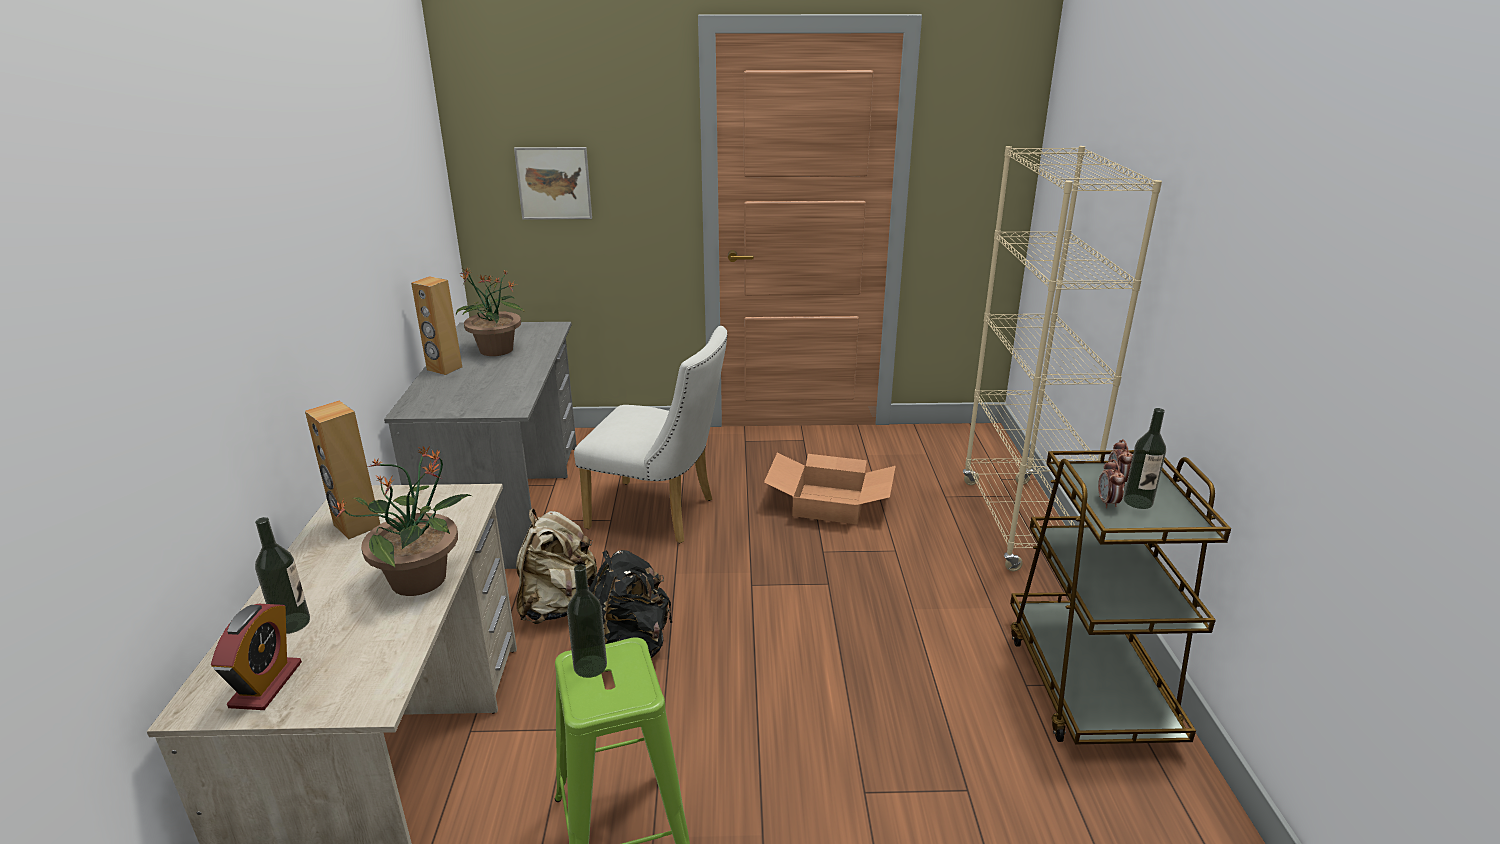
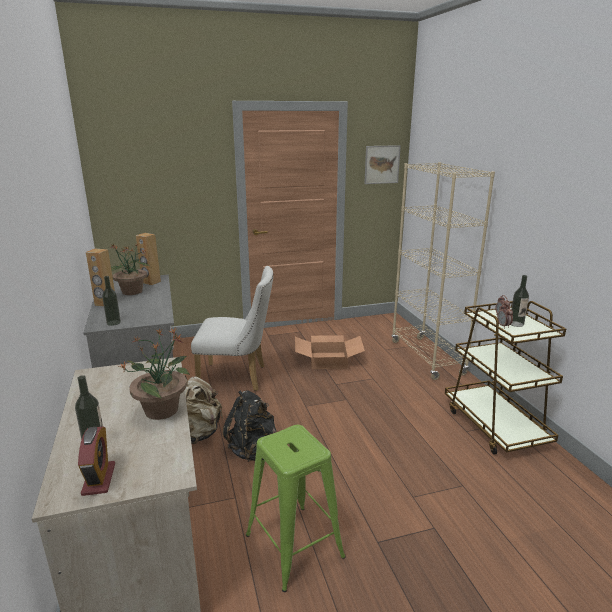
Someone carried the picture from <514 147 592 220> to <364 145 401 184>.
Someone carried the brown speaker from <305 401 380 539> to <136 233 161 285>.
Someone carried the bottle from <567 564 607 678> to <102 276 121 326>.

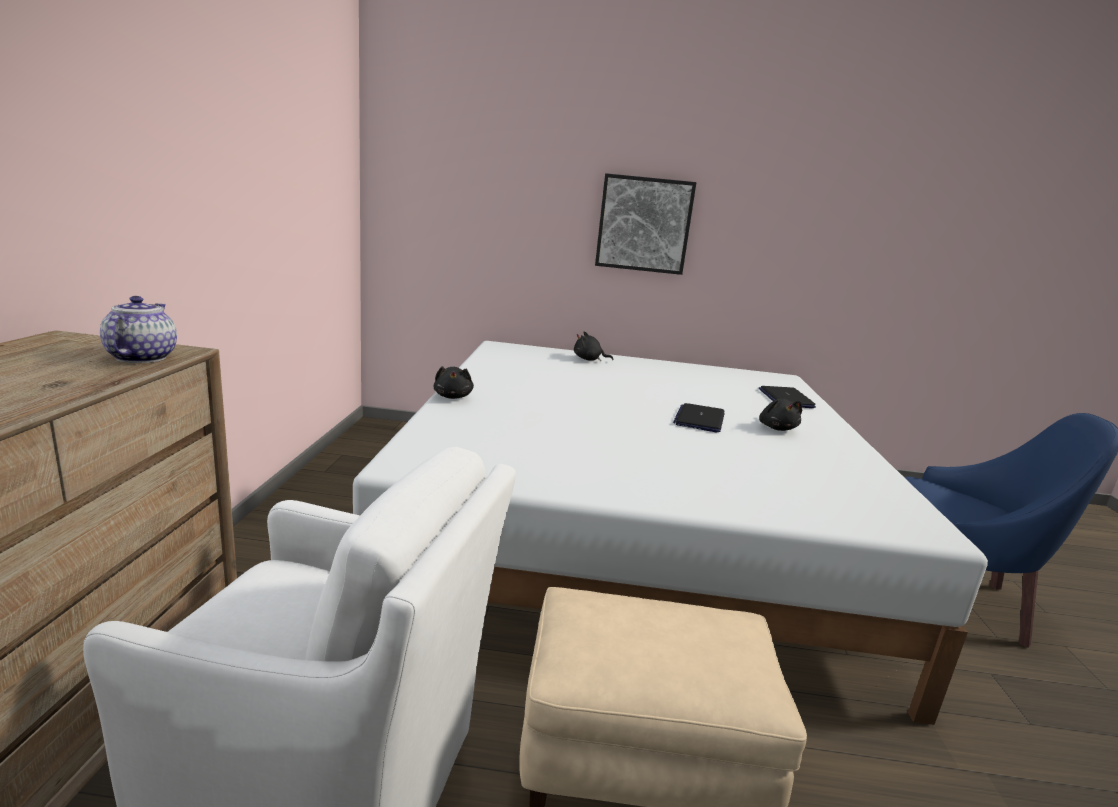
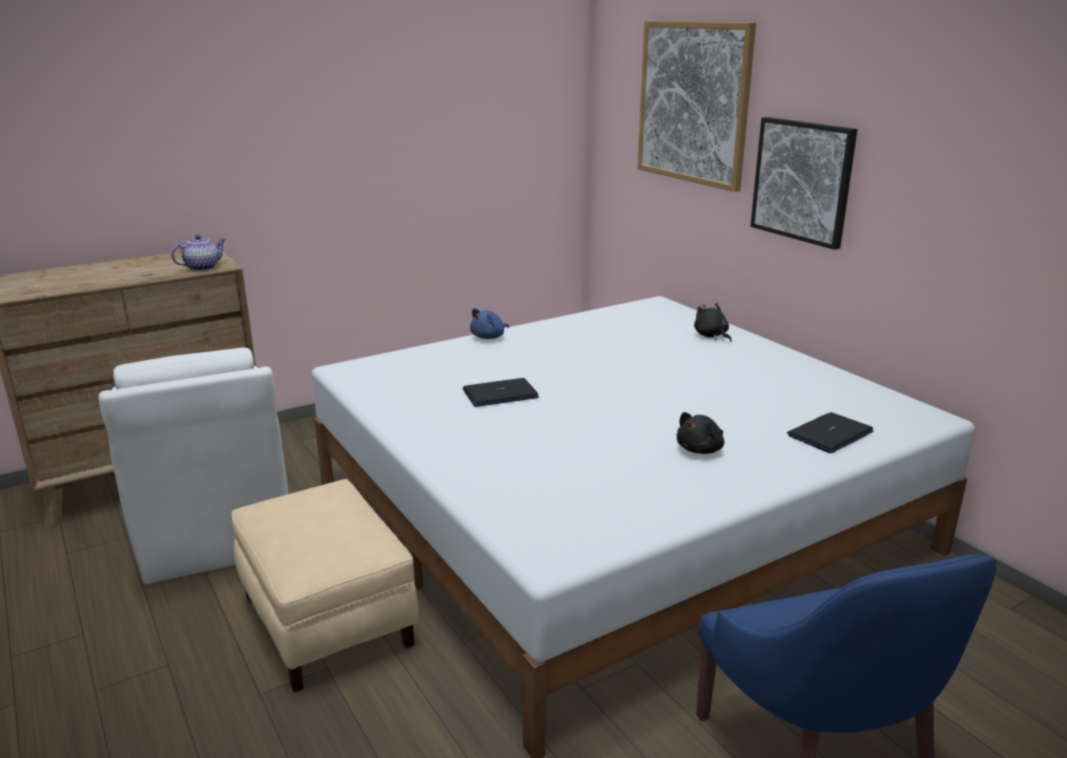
Someone repainted the black plush toy at <433 366 474 399>, which became the blue plush toy at <470 308 509 339>.
Someone carried the laptop from <673 403 725 432> to <463 378 539 407>.
Someone put up the picture at <638 21 756 192>.

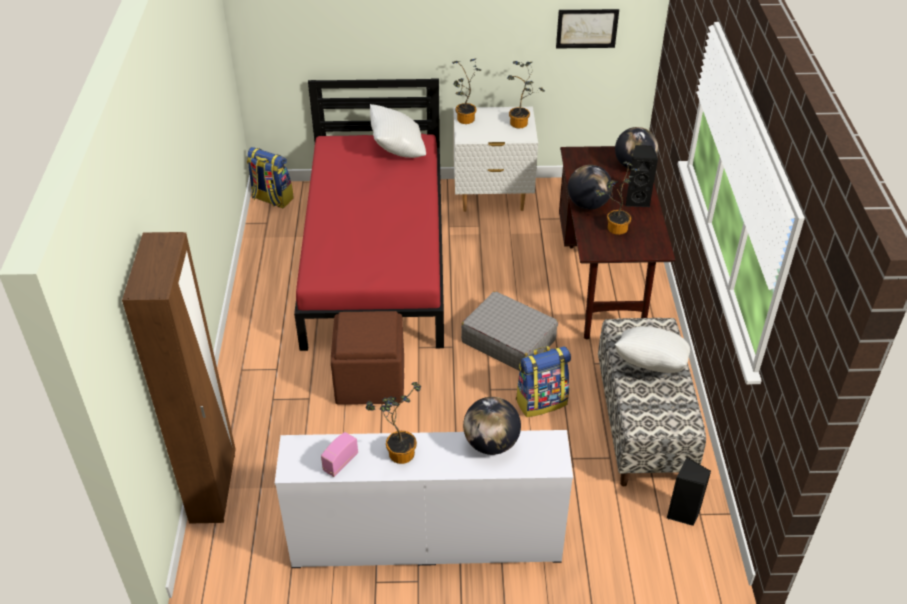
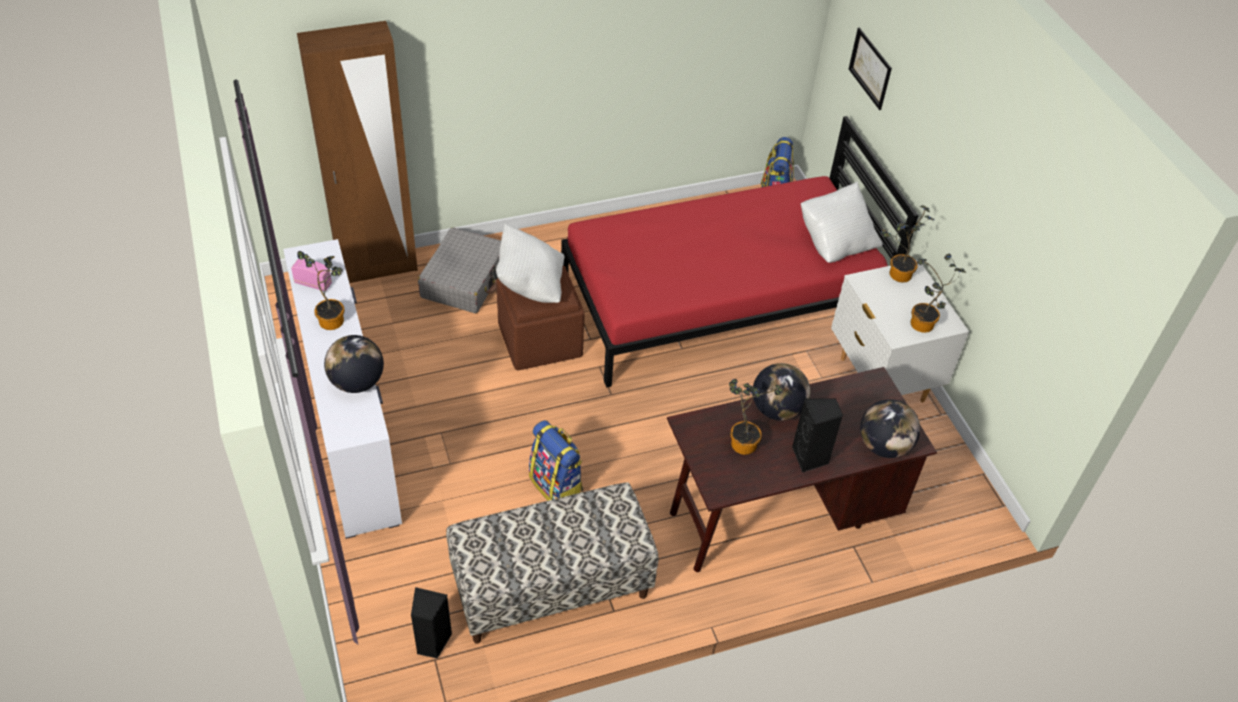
Someone carried the picture from <556 9 619 49> to <849 27 892 110>.
Someone carried the grey suitcase from <461 291 558 371> to <418 227 501 313>.
Someone carried the white pillow from <615 326 690 373> to <496 224 565 303>.

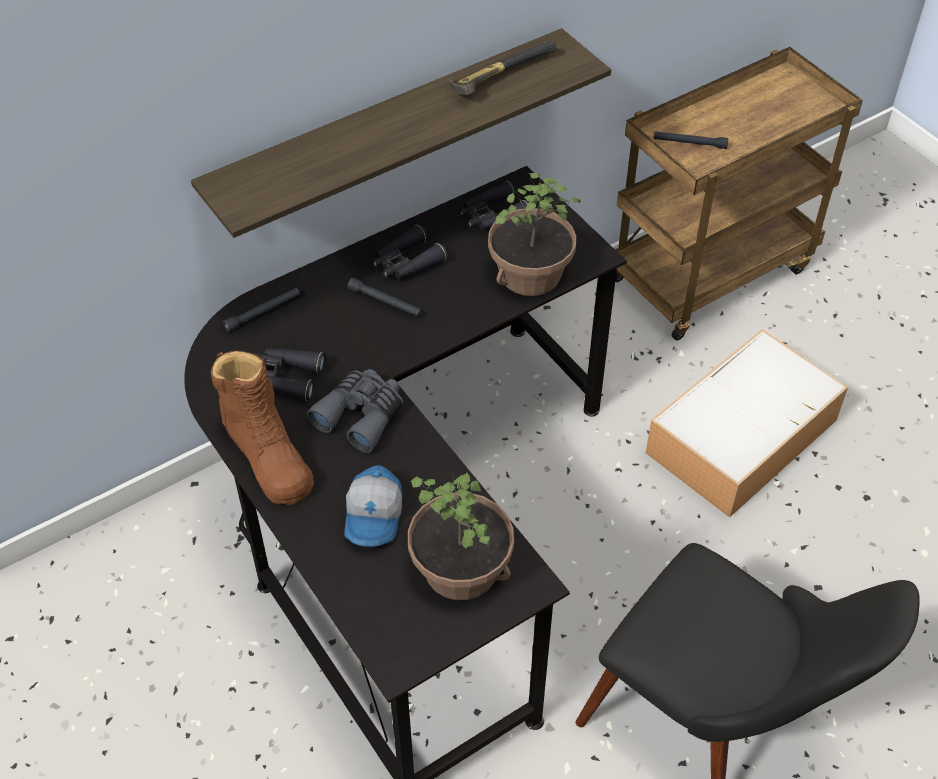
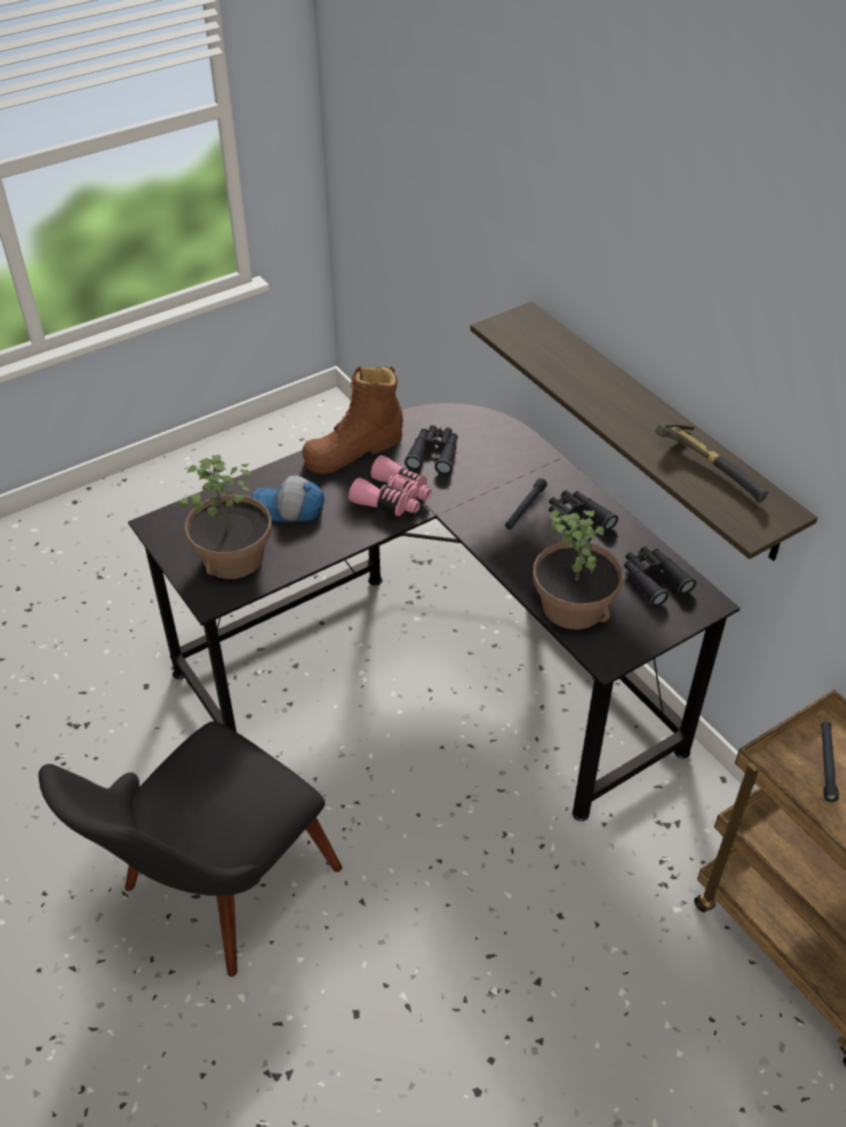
Someone took away the black flashlight at <223 288 300 332>.
Someone took away the storage box at <646 329 848 518>.
Someone repainted the grey binoculars at <307 369 404 453>, which became the pink binoculars at <349 455 432 516>.

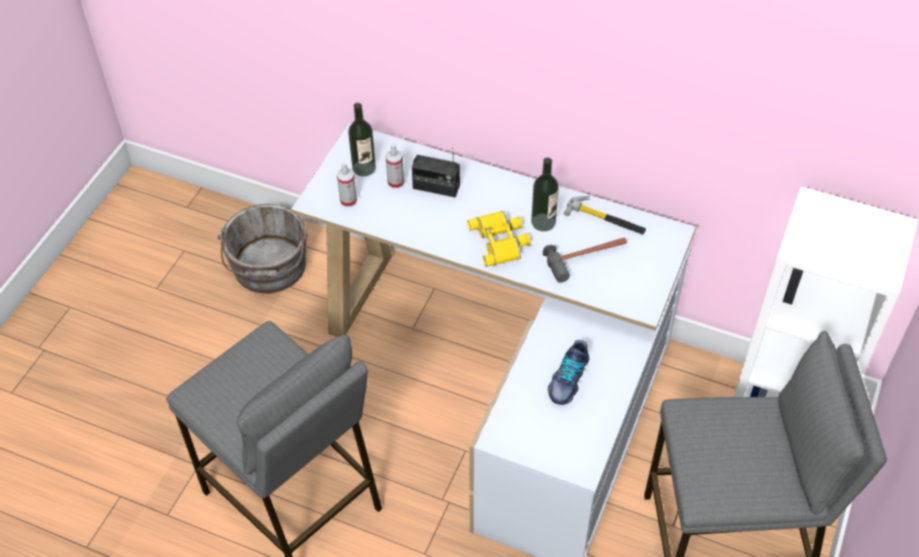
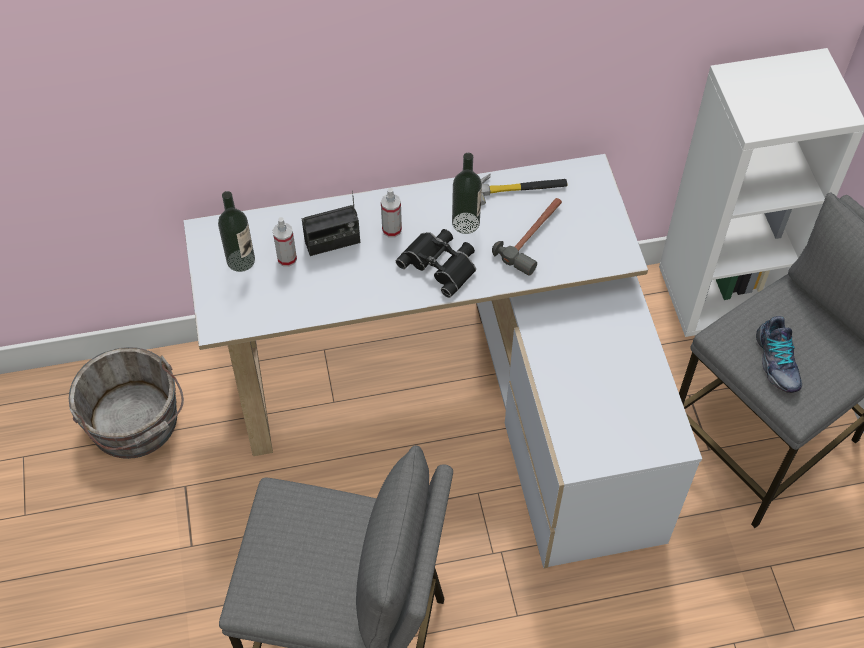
Someone carried the spray bottle from <337 162 357 207> to <381 188 402 237>.
Someone repainted the yellow binoculars at <467 211 531 267>, which became the black binoculars at <396 229 476 298>.
Someone carried the shoe from <548 340 589 405> to <756 316 802 393>.

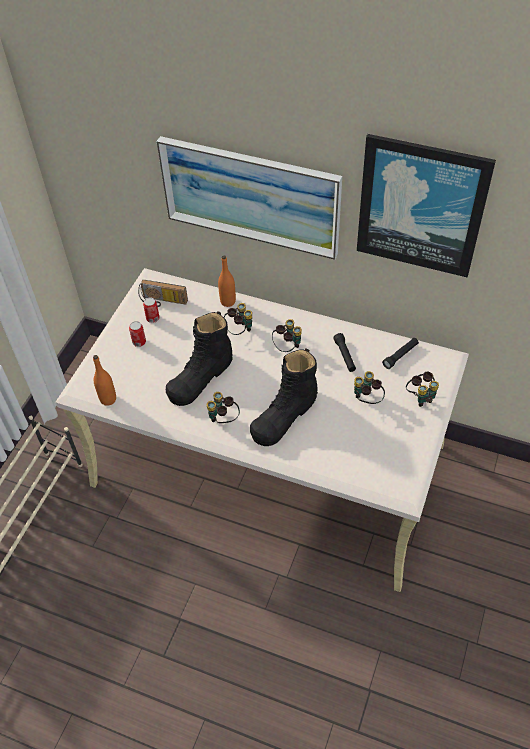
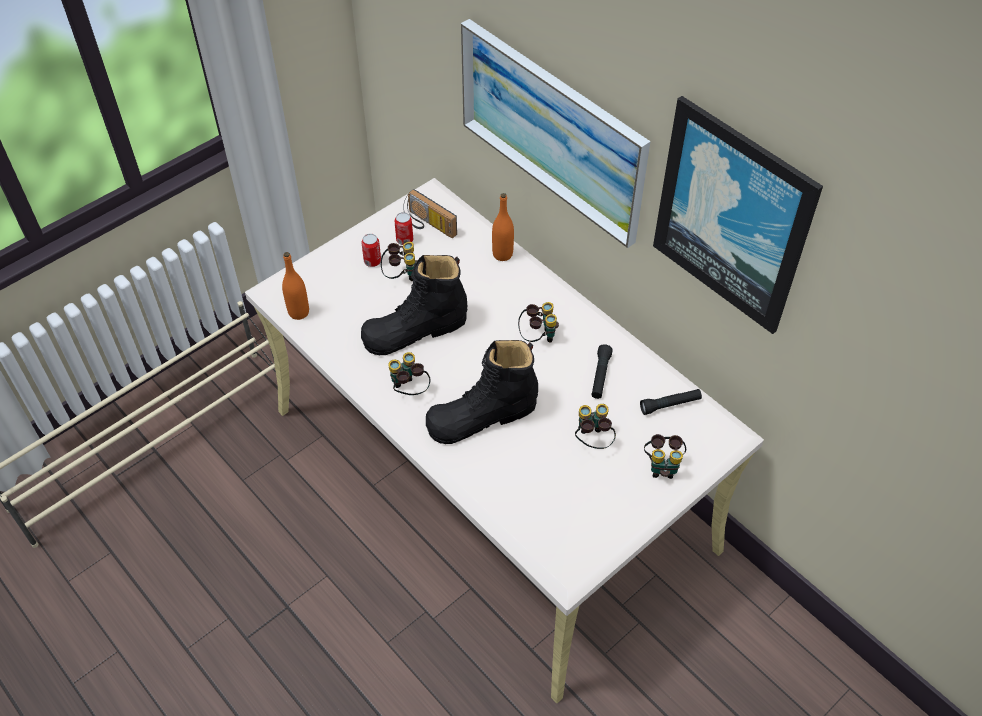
Someone carried the binoculars from <224 303 252 335> to <381 242 418 281>.

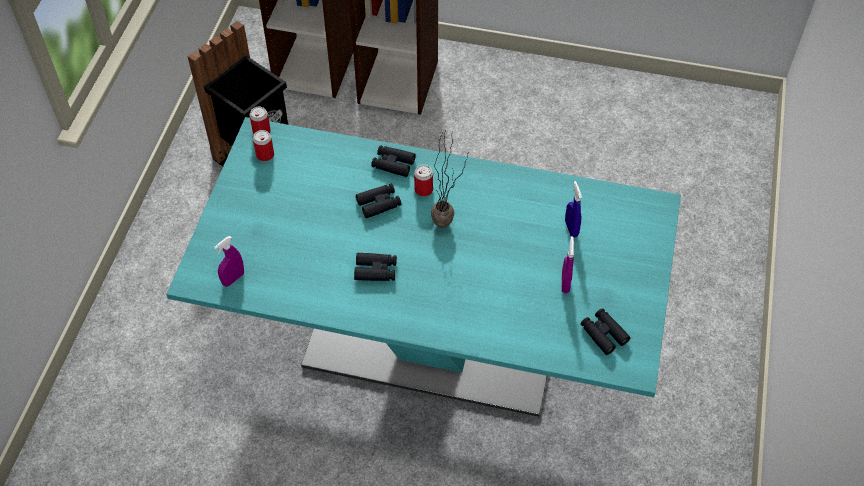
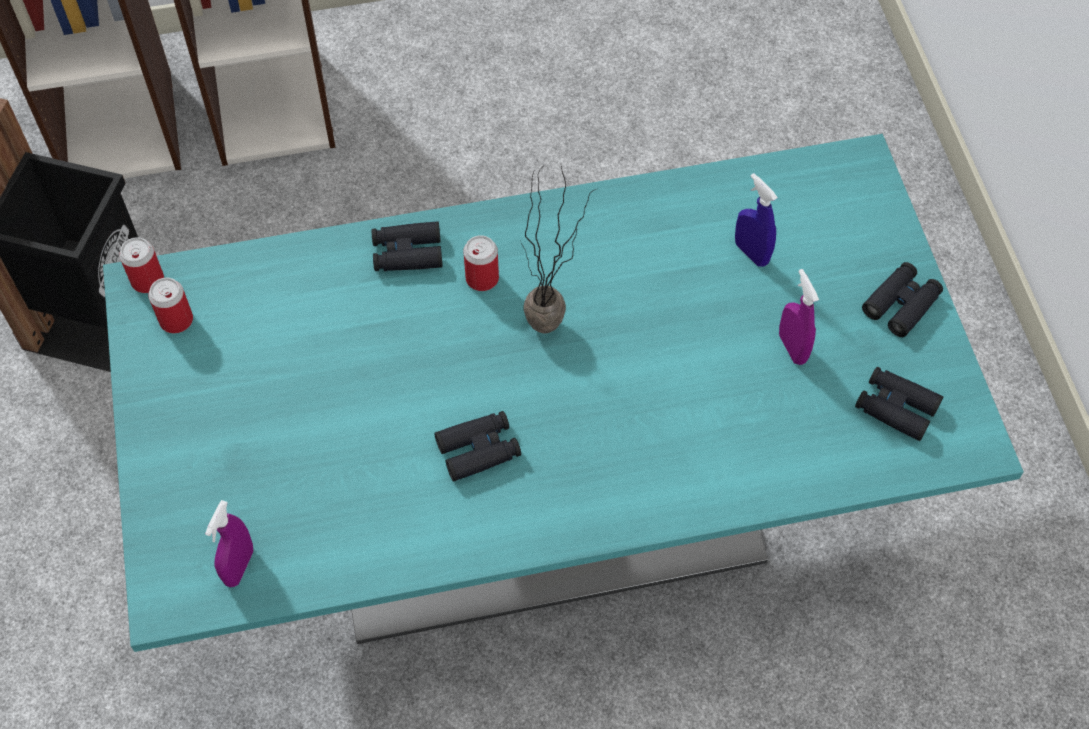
Someone carried the black binoculars from <356 184 401 218> to <862 262 943 337>.

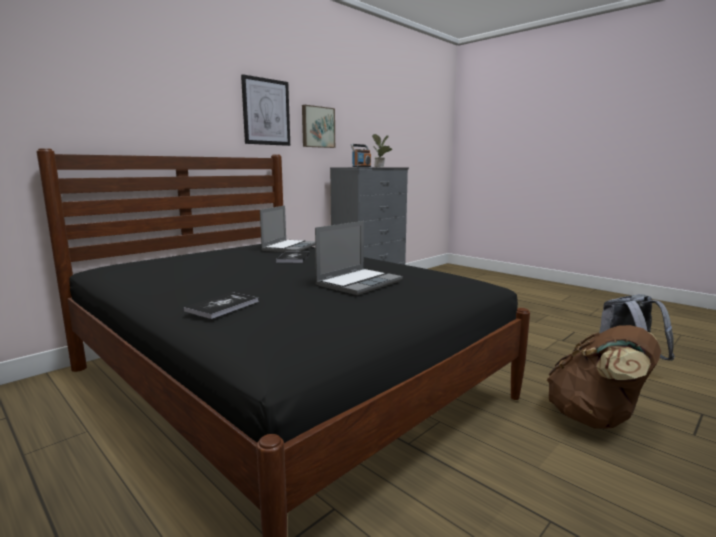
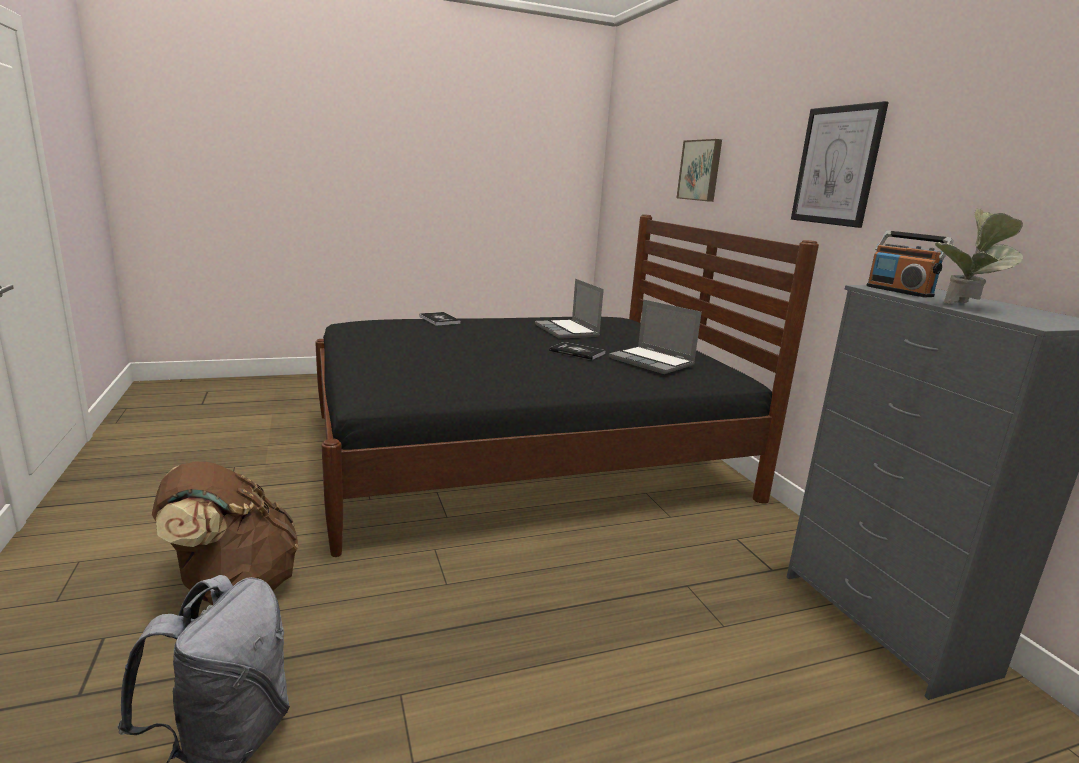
Someone carried the picture from <302 105 335 148> to <677 139 722 202>.
Someone carried the laptop from <315 221 402 295> to <535 279 604 339>.

